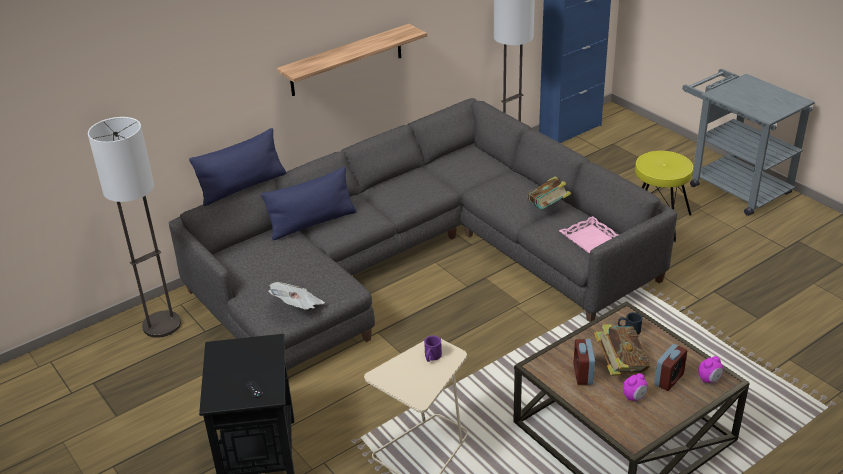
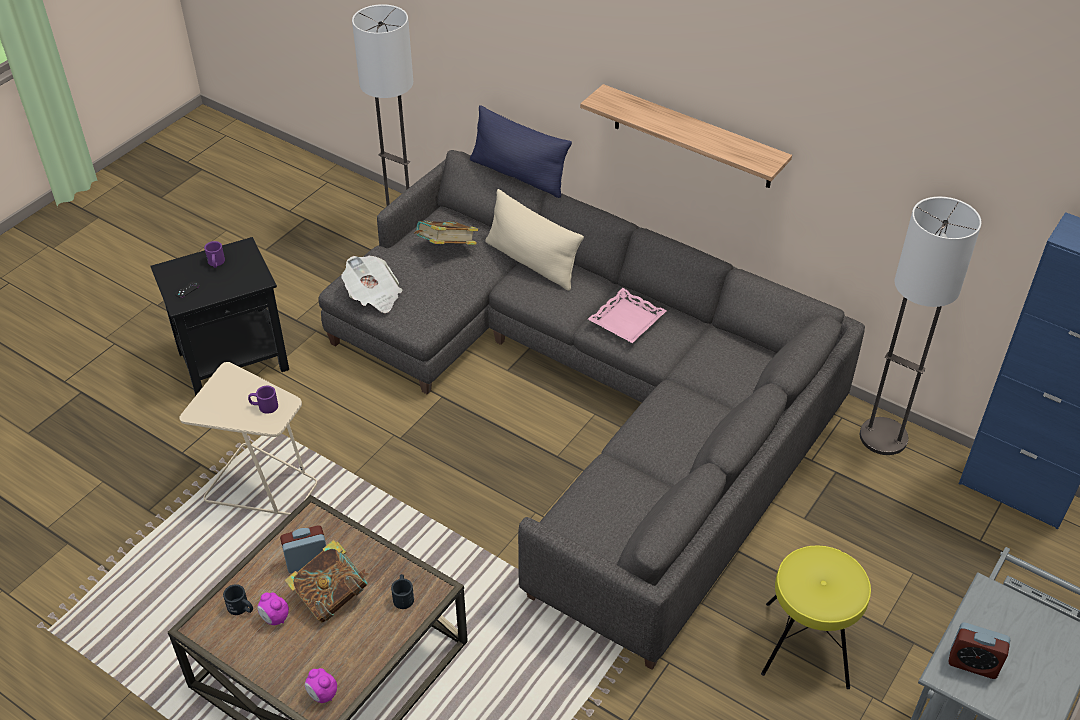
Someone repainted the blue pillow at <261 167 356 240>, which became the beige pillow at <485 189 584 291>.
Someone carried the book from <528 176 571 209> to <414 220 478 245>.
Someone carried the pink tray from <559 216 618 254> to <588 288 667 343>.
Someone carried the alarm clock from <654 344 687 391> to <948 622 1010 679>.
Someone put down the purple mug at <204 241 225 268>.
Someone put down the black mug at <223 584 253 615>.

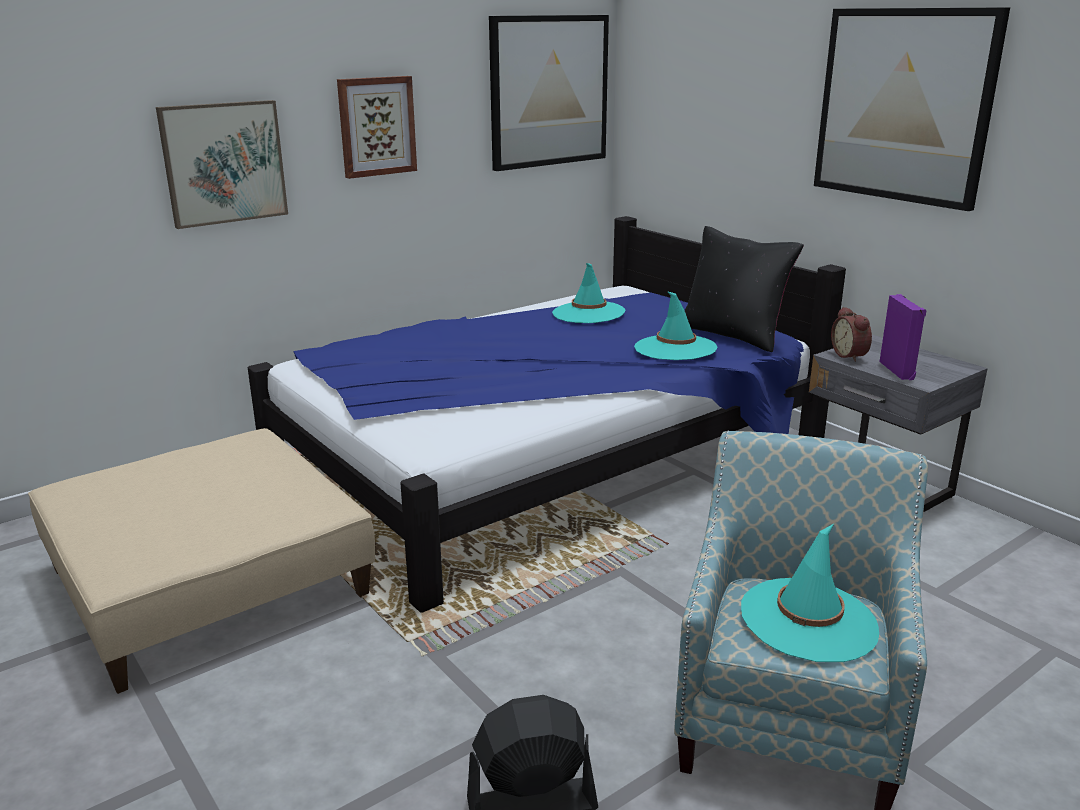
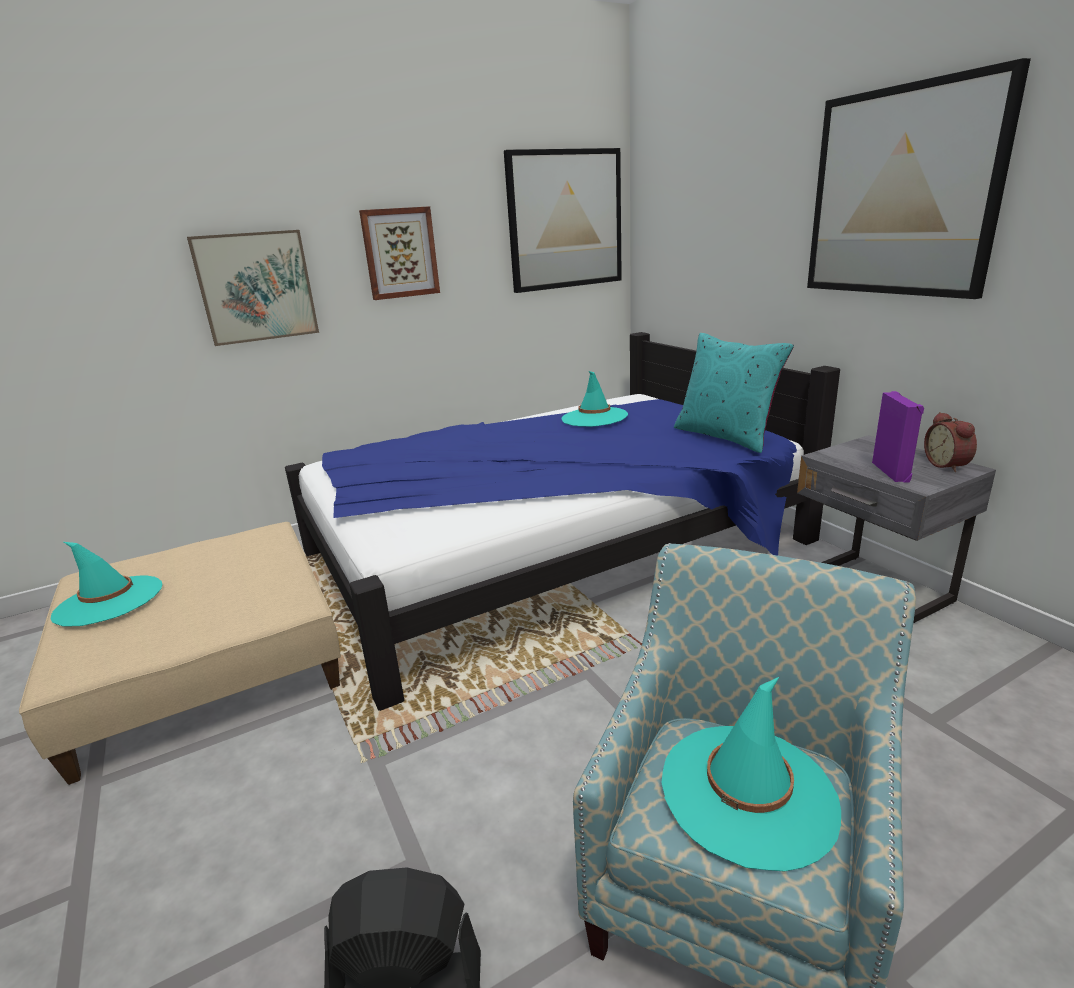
Someone repainted the black pillow at <684 226 804 352>, which became the turquoise pillow at <674 333 794 453>.
Someone carried the turquoise hat from <634 291 718 360> to <51 542 162 627>.
Someone carried the alarm clock from <831 307 872 362> to <924 412 977 472>.

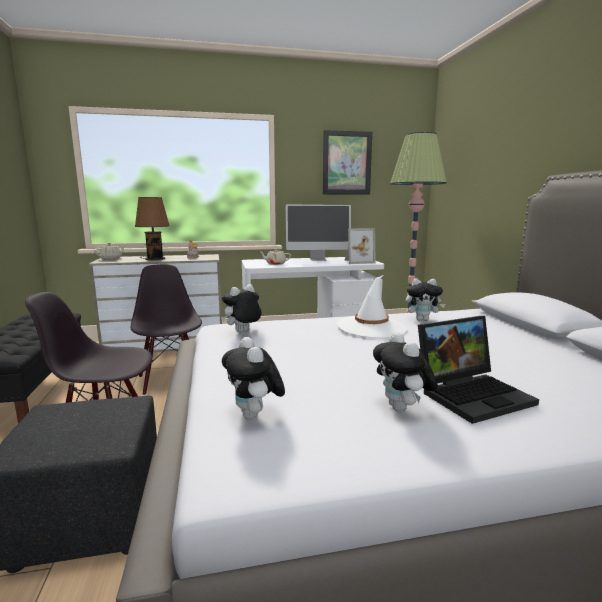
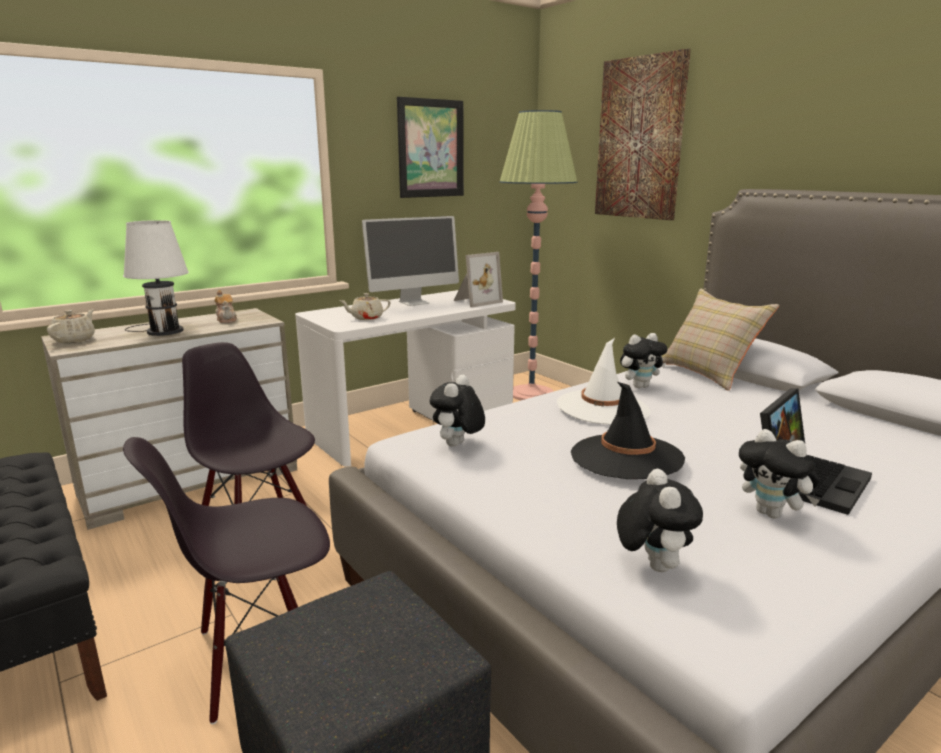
Someone repainted the brown table lamp at <135 197 170 260>, which became the white table lamp at <123 220 189 336>.
Someone rotated the plush toy at <222 337 285 420> by 135 degrees counterclockwise.
Someone put up the picture at <595 49 691 220>.
Someone put down the beige pillow at <662 289 779 391>.
Someone put down the black hat at <571 382 685 479>.

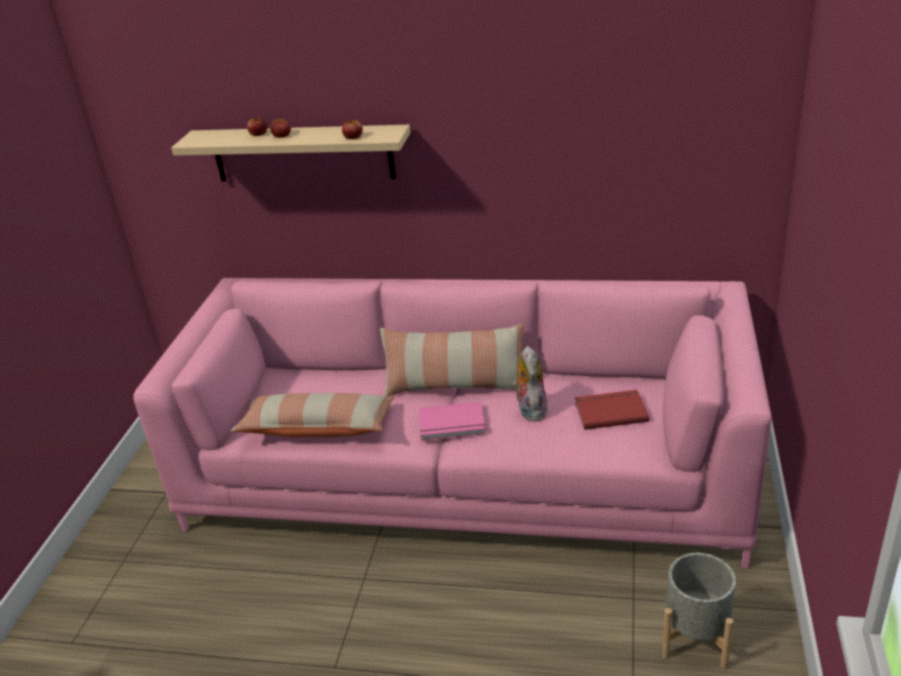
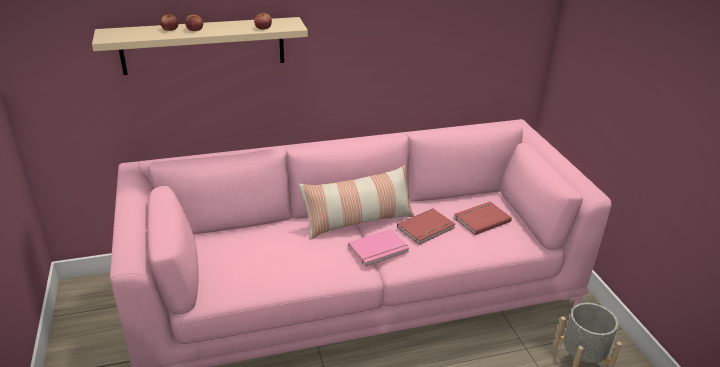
Someone swapped the plush toy at <512 346 548 422> for the red book at <397 208 455 245>.
Someone took away the pillow at <230 393 394 437>.

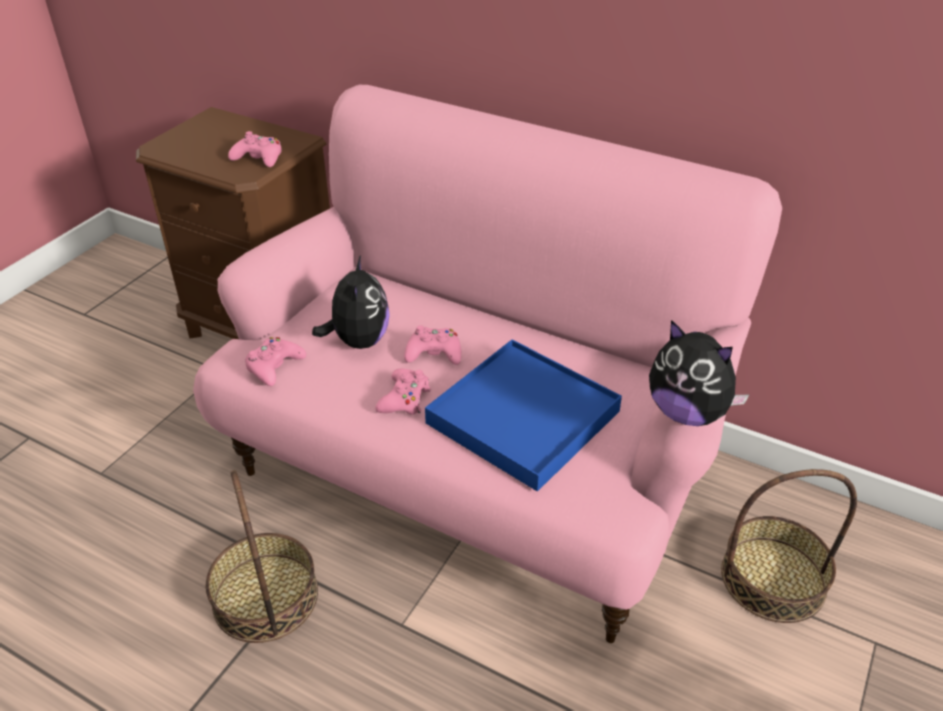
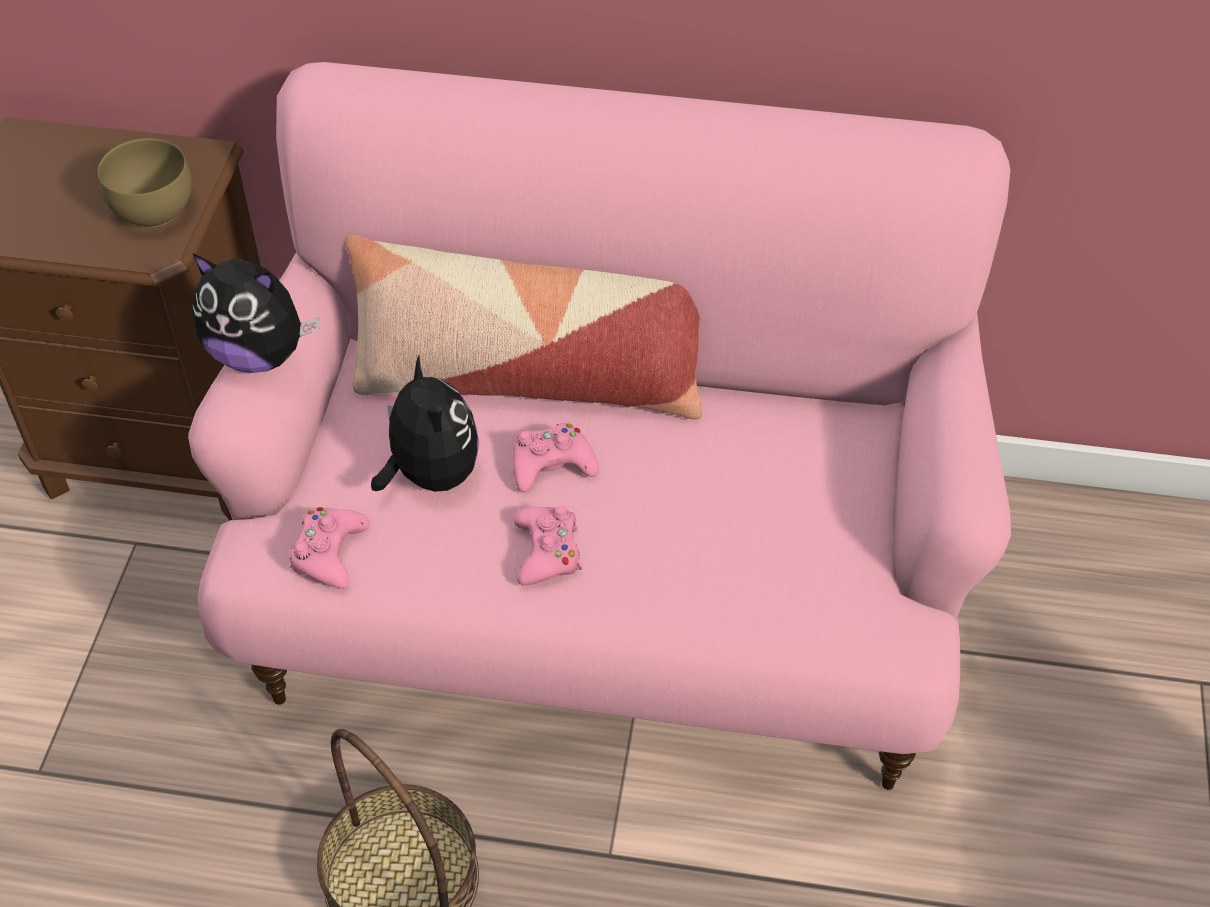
Someone swapped the pink game controller at <228 131 281 167> for the brown bowl at <98 138 192 228>.
Someone carried the plush toy from <649 320 749 426> to <192 254 319 373>.
Someone took away the blue tray at <425 339 622 491>.
Someone took away the basket at <721 469 857 623>.
Someone put down the pillow at <345 235 702 420>.

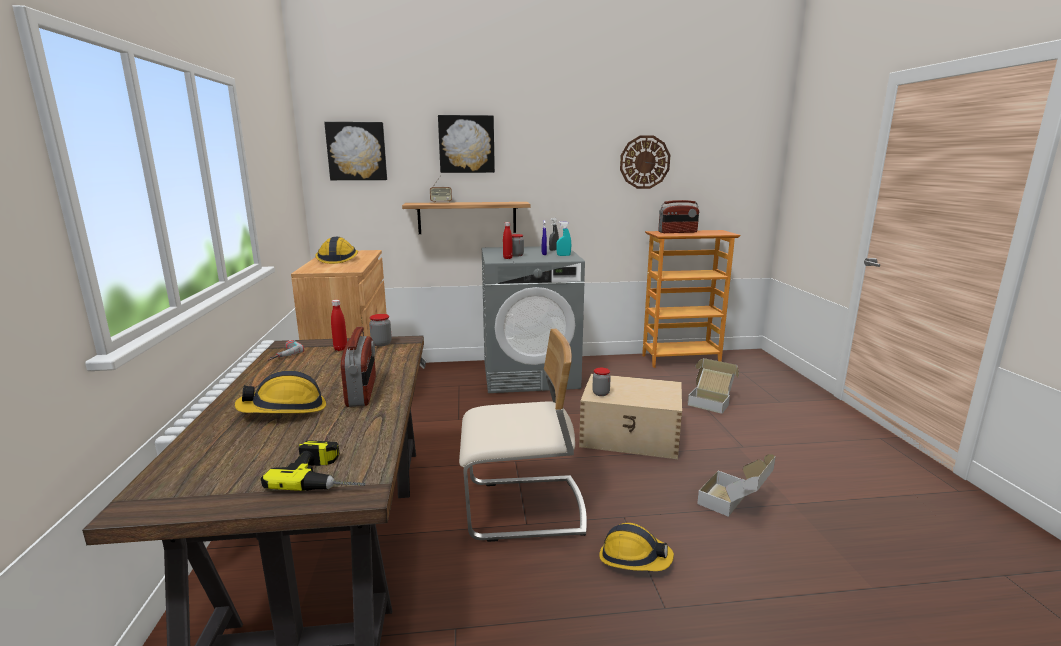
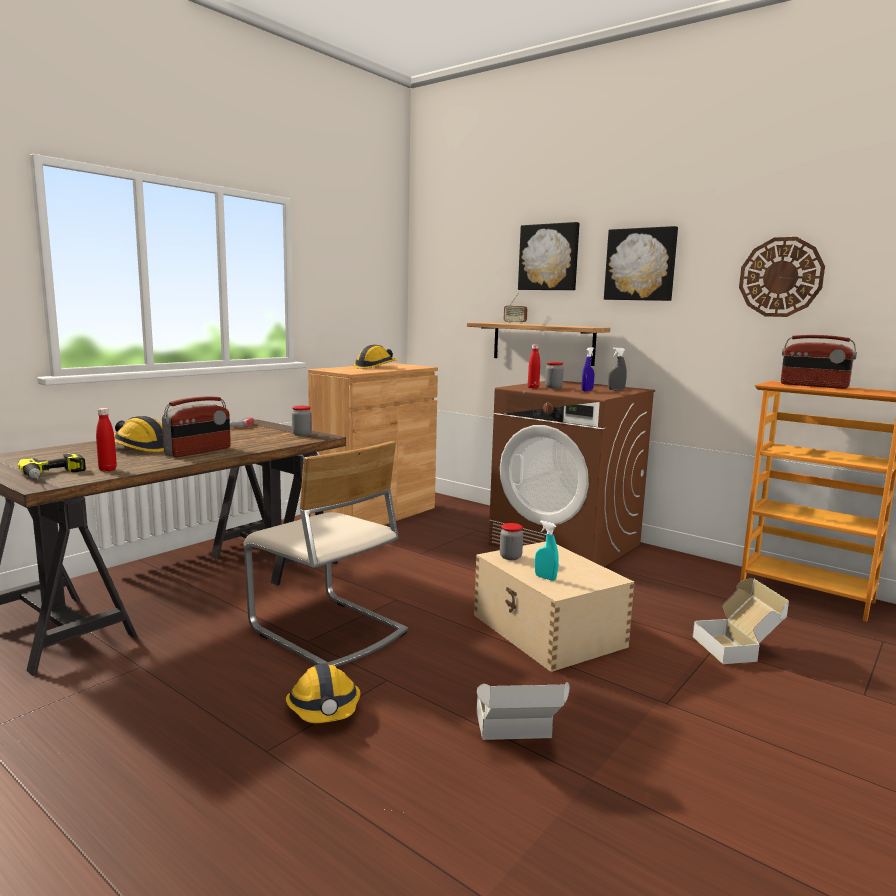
Someone carried the picture from <324 122 387 180> to <604 226 678 301>.
Someone carried the turquoise spray bottle from <556 221 571 256> to <535 520 559 581>.
Someone repainted the grey washing machine at <481 246 585 393>, which became the brown washing machine at <489 381 655 567>.
Someone carried the red bottle from <331 300 347 351> to <96 408 117 471>.

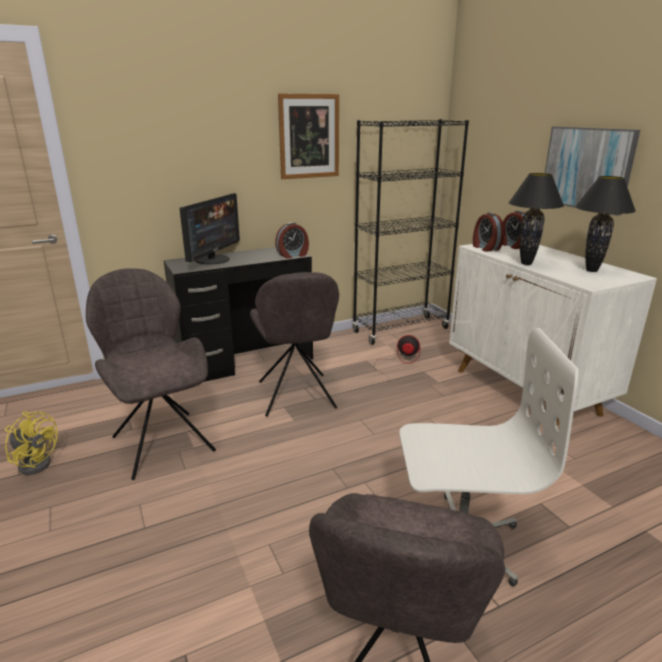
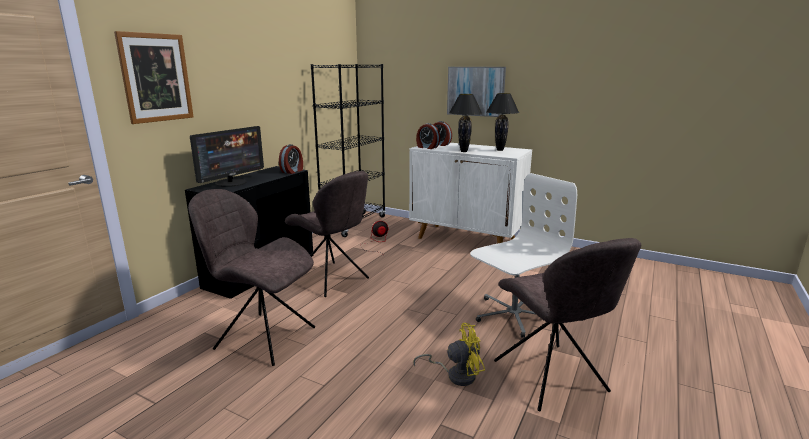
Someone carried the picture from <278 93 339 179> to <114 31 194 124>.
Someone rotated the monitor at <180 193 240 264> by 45 degrees clockwise.
Someone carried the yellow fan from <5 411 58 475> to <413 323 485 386>.

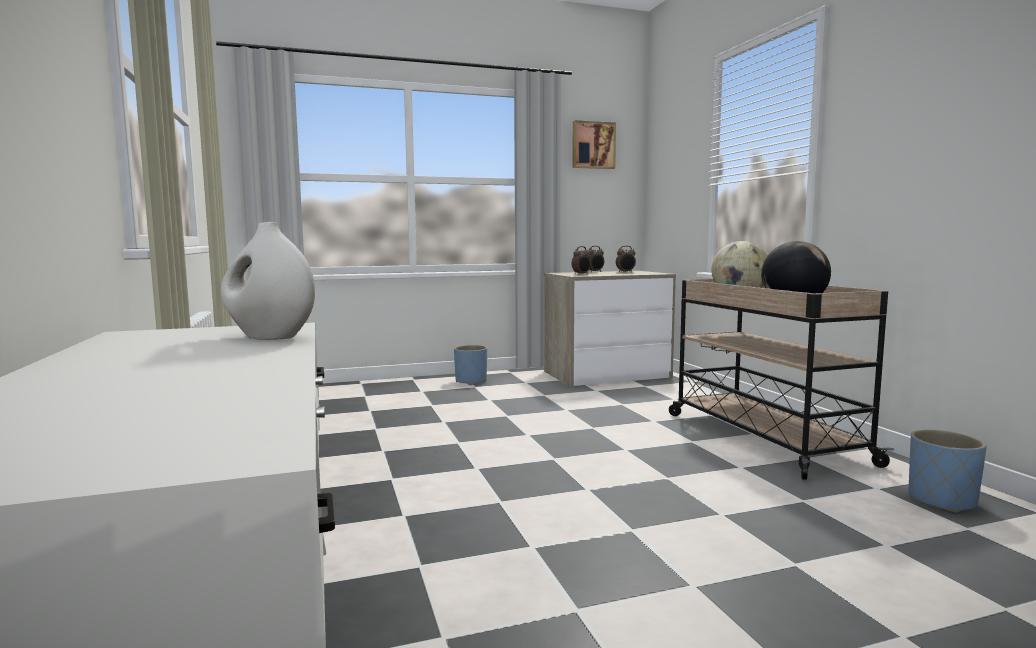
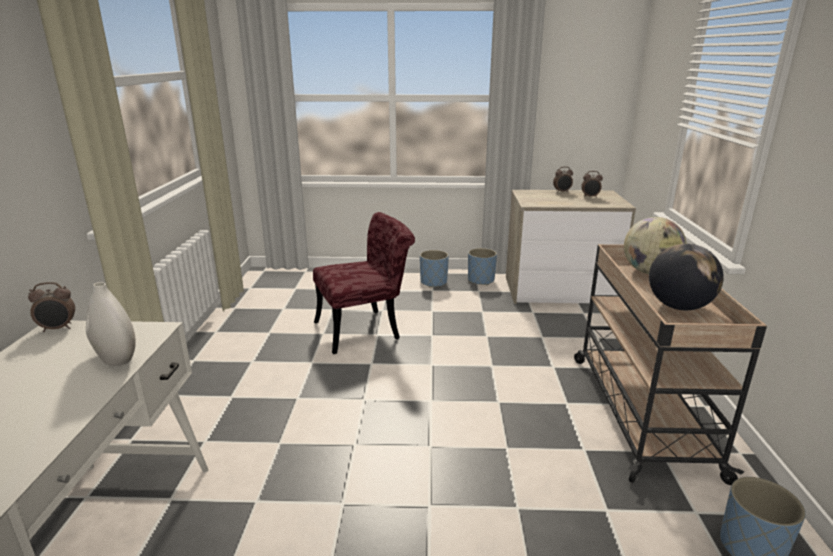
Someone took away the picture at <572 120 616 169>.
Someone carried the alarm clock from <572 246 591 275> to <28 282 75 332>.
Someone put down the red chair at <313 212 415 354>.
Someone put down the blue planter at <468 248 497 285>.

